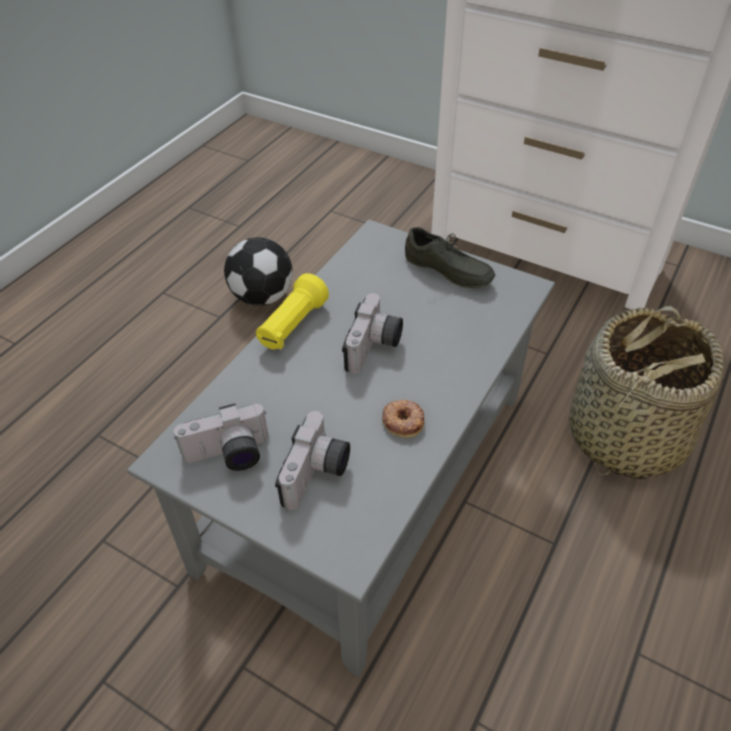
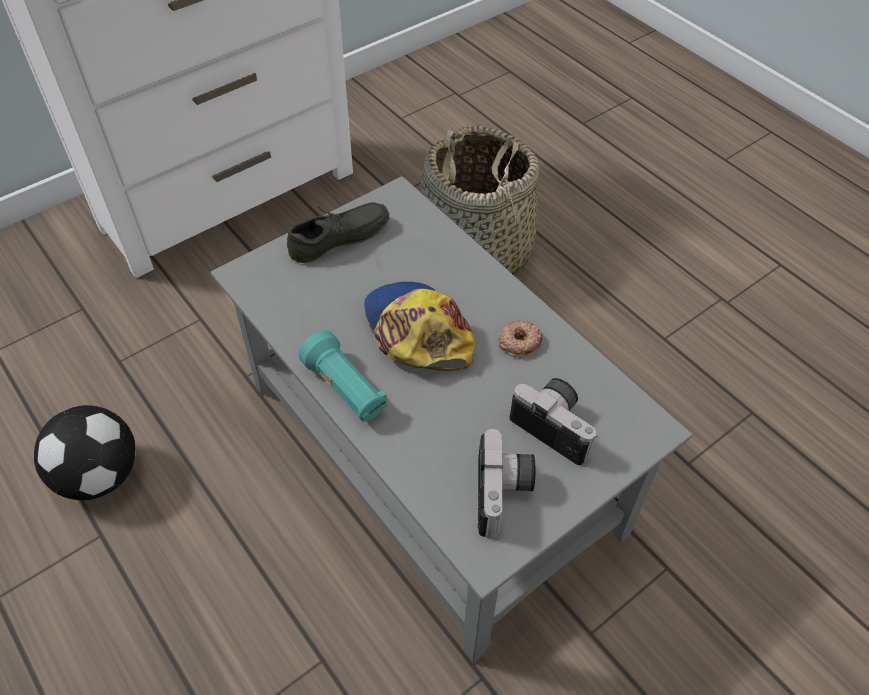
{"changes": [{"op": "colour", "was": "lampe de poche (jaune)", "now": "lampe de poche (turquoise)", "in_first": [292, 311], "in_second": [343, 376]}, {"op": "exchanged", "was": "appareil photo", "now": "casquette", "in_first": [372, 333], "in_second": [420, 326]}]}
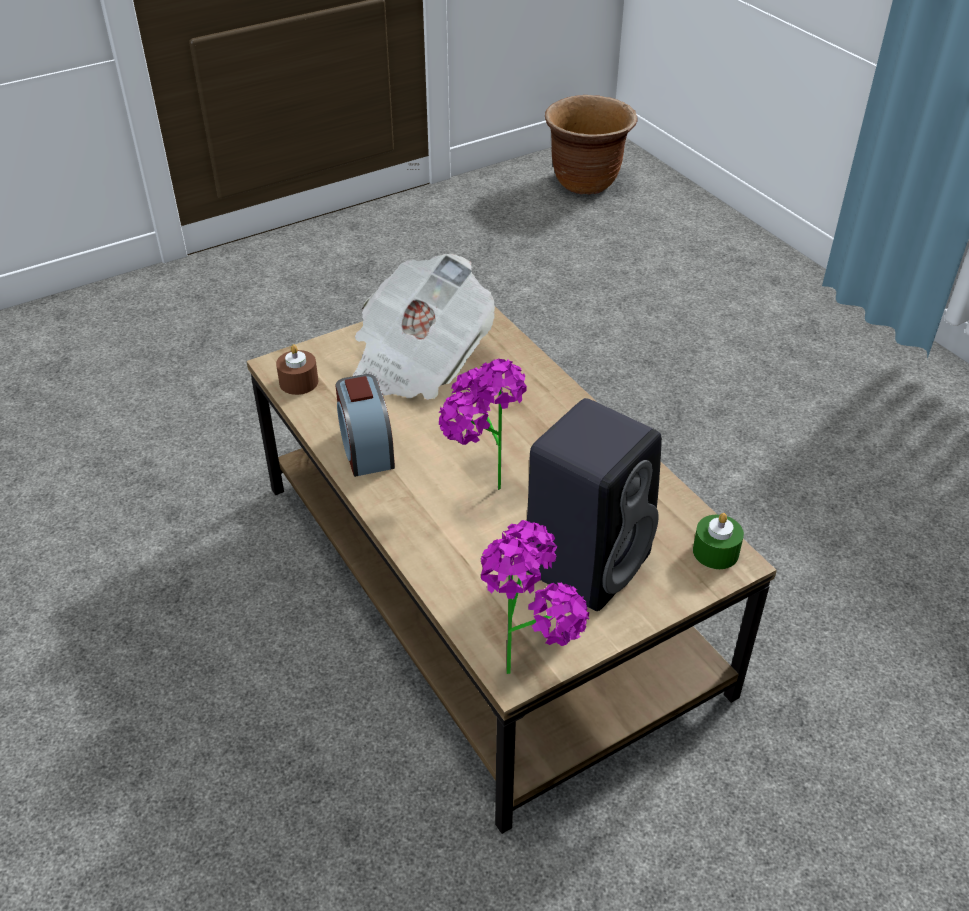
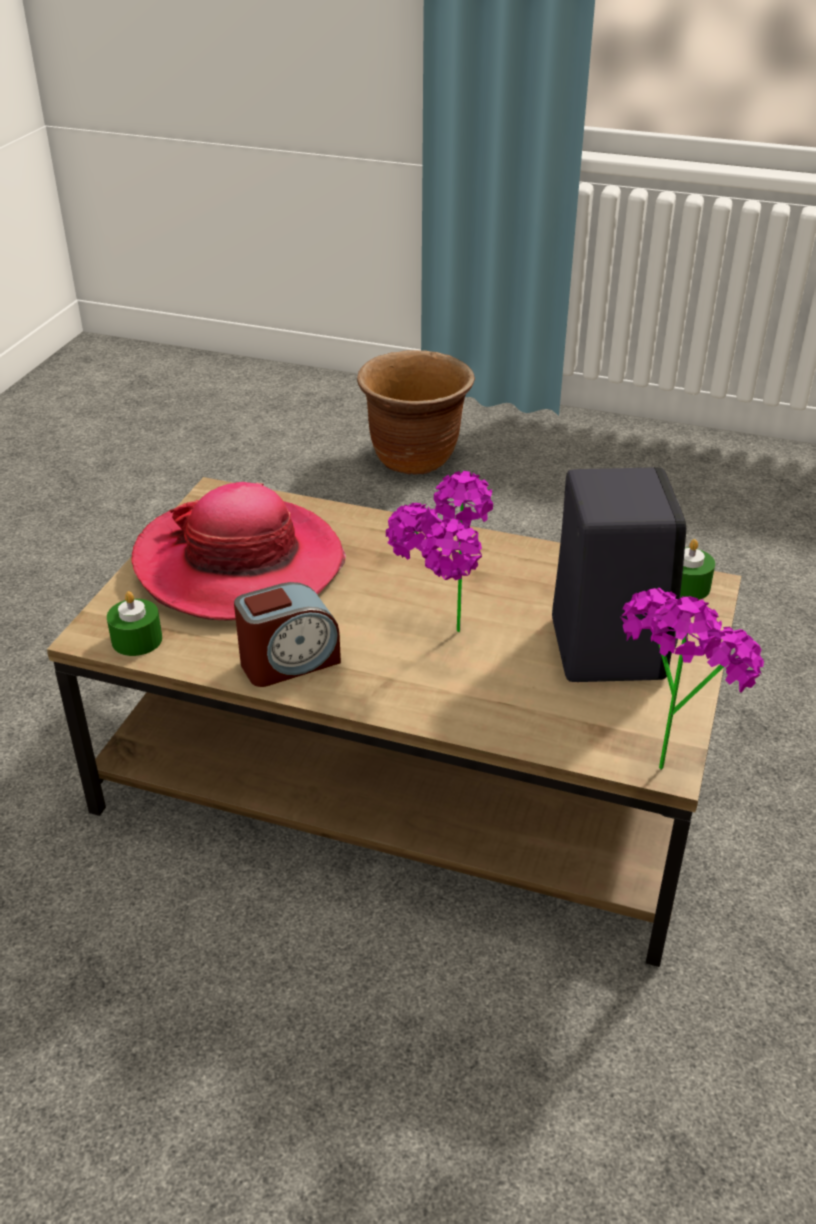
{"changes": [{"op": "relocated", "was": "cache-pot (marron)", "in_first": [591, 144], "in_second": [416, 412]}, {"op": "exchanged", "was": "journal", "now": "chapeau", "in_first": [424, 327], "in_second": [238, 551]}, {"op": "colour", "was": "bougie (marron)", "now": "bougie (vert)", "in_first": [297, 369], "in_second": [134, 623]}, {"op": "spun", "was": "réveil", "in_first": [365, 425], "in_second": [287, 634], "clockwise": -60}]}
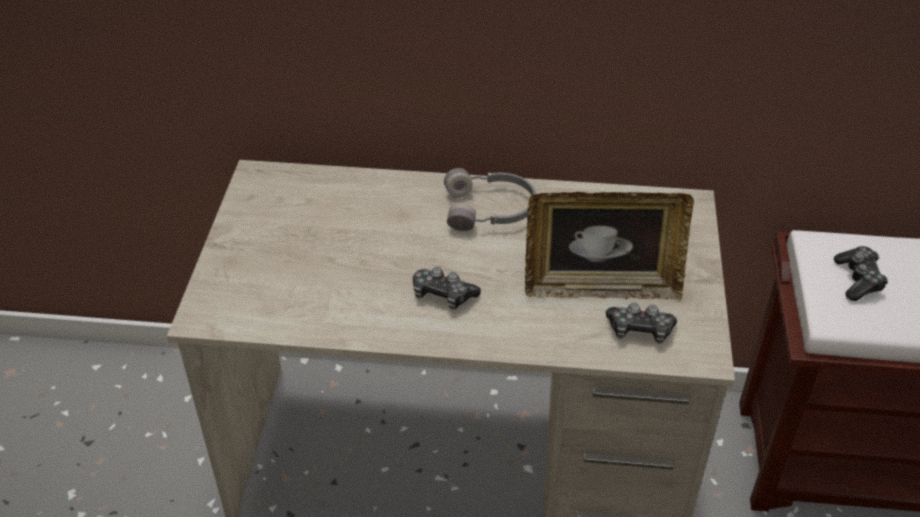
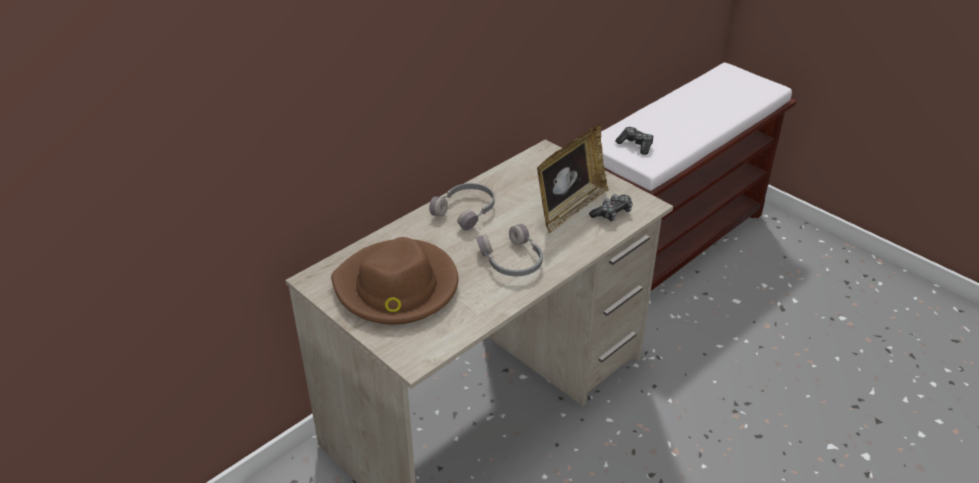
{"changes": [{"op": "exchanged", "was": "manette", "now": "casque audio (gris)", "in_first": [447, 288], "in_second": [509, 250]}, {"op": "appeared", "now": "chapeau (marron)", "in_second": [394, 281]}]}
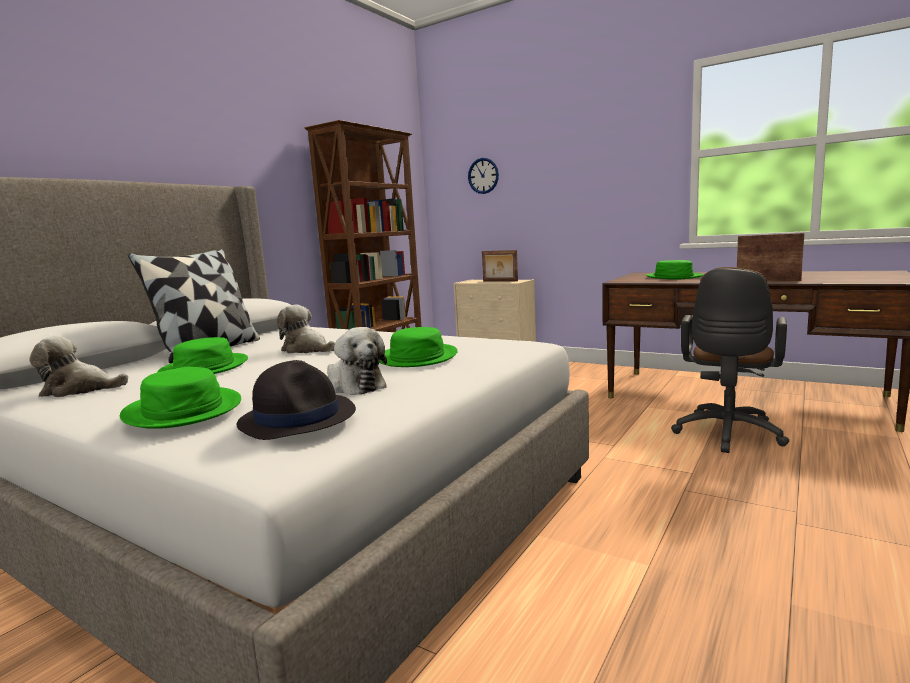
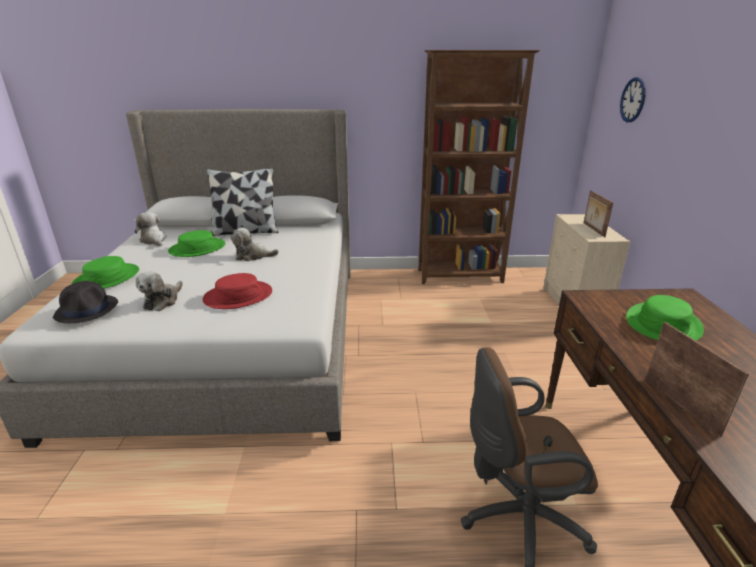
{"changes": [{"op": "spun", "was": "peluche", "in_first": [305, 329], "in_second": [255, 244], "clockwise": -90}, {"op": "colour", "was": "chapeau (vert)", "now": "chapeau (rouge)", "in_first": [418, 347], "in_second": [237, 291]}]}
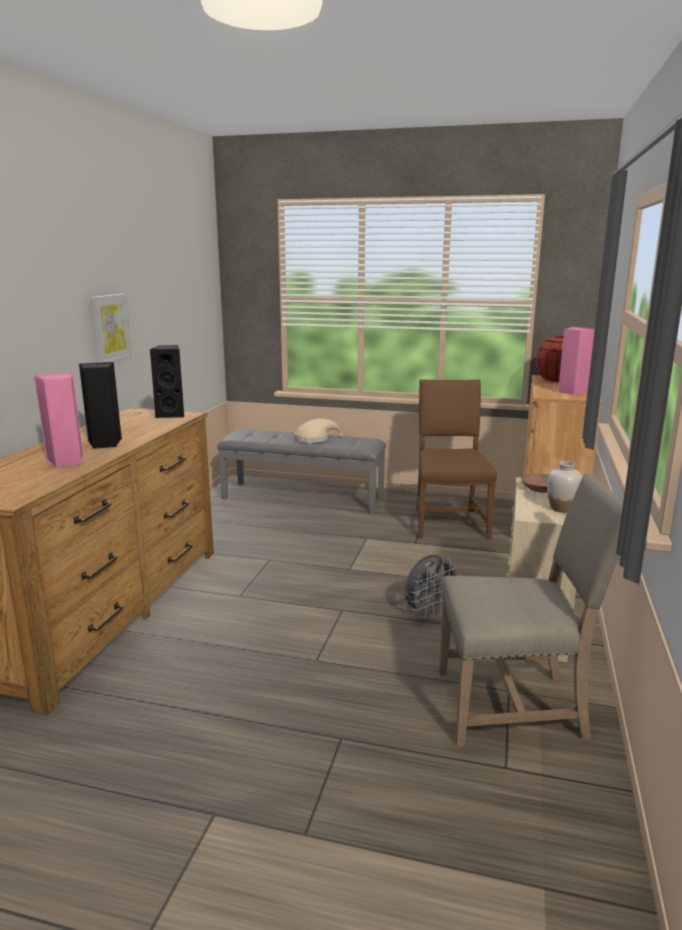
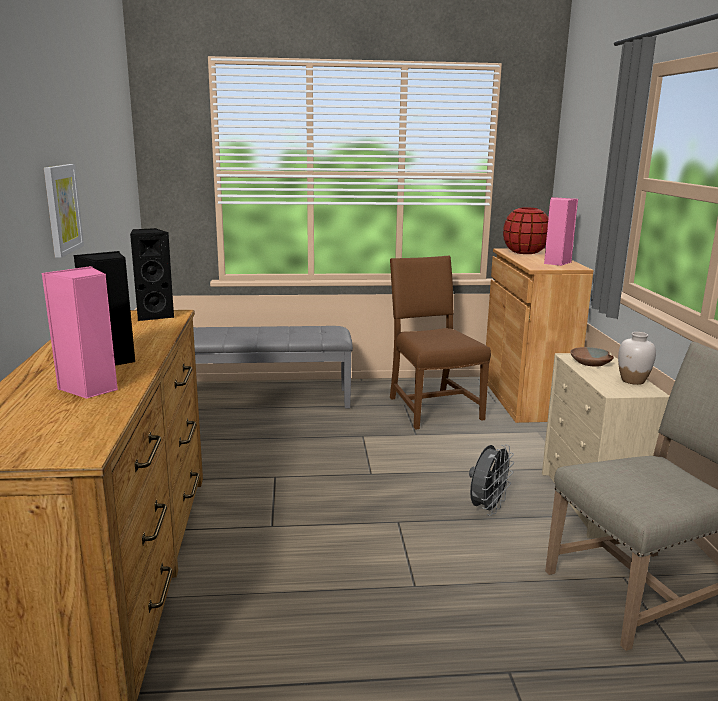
{"changes": [{"op": "missing", "was": "chapeau (beige)", "in_first": [319, 431]}]}
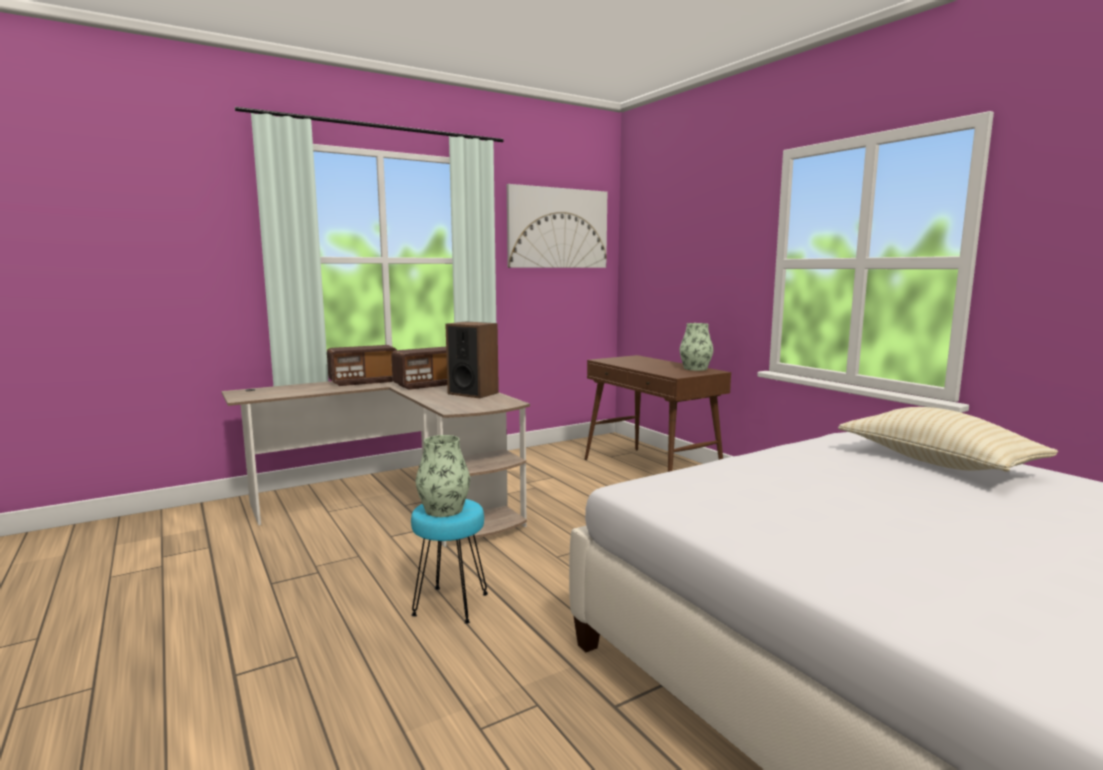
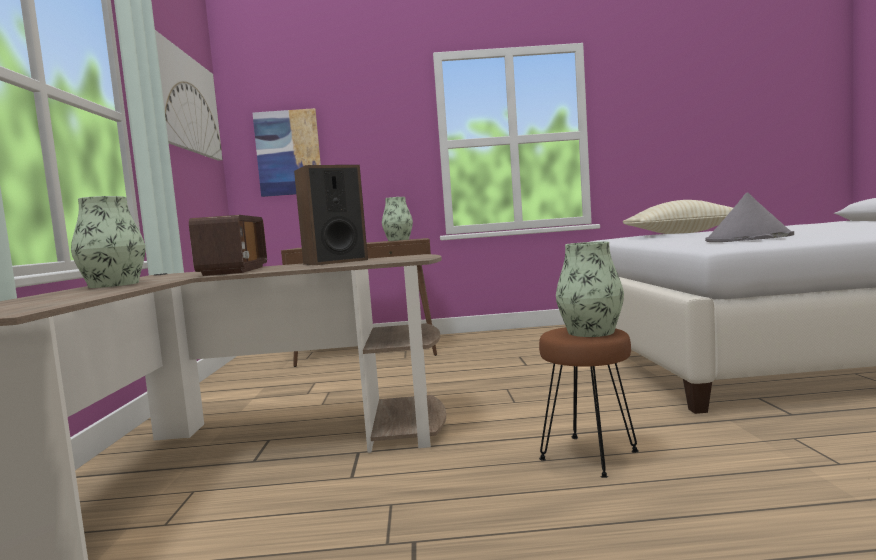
{"changes": [{"op": "exchanged", "was": "radio", "now": "vase", "in_first": [362, 365], "in_second": [108, 242]}, {"op": "colour", "was": "tabouret (turquoise)", "now": "tabouret (marron)", "in_first": [449, 561], "in_second": [589, 402]}, {"op": "appeared", "now": "tableau", "in_second": [287, 152]}, {"op": "appeared", "now": "chapeau (gris)", "in_second": [749, 217]}]}
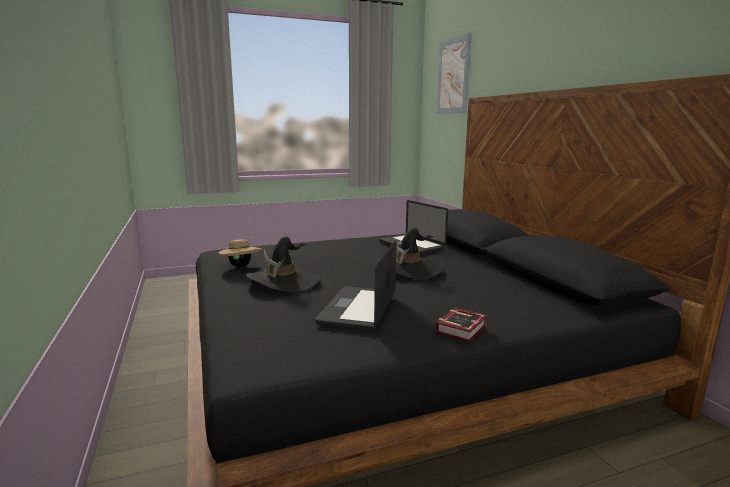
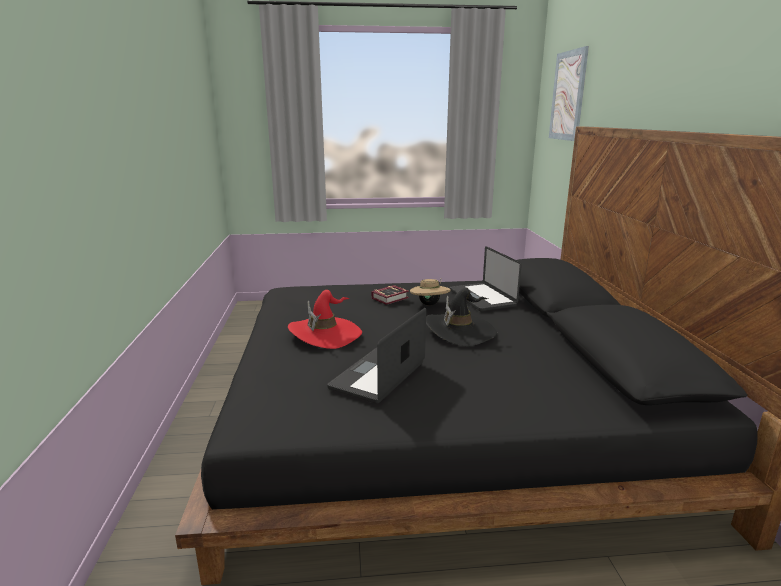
{"changes": [{"op": "colour", "was": "chapeau (noir)", "now": "chapeau (rouge)", "in_first": [283, 264], "in_second": [325, 319]}, {"op": "relocated", "was": "chapeau (beige)", "in_first": [240, 253], "in_second": [430, 292]}, {"op": "relocated", "was": "livre", "in_first": [461, 325], "in_second": [390, 295]}]}
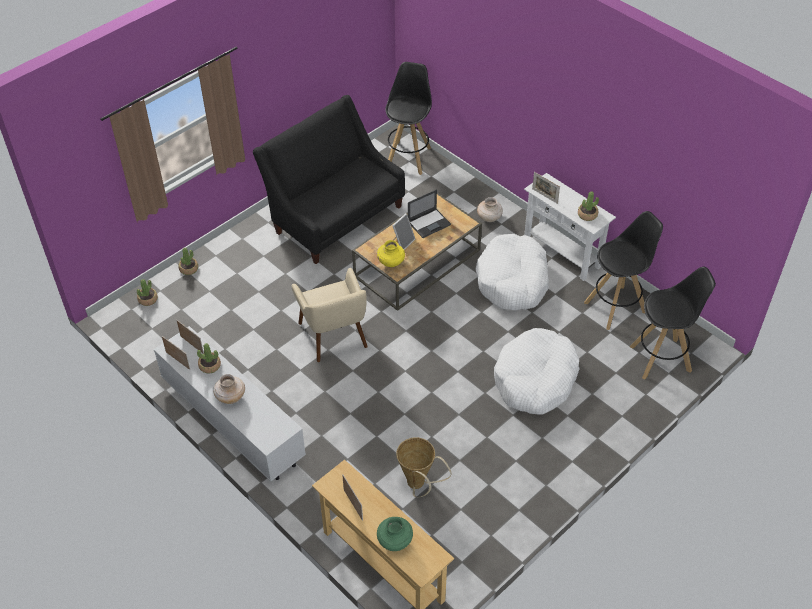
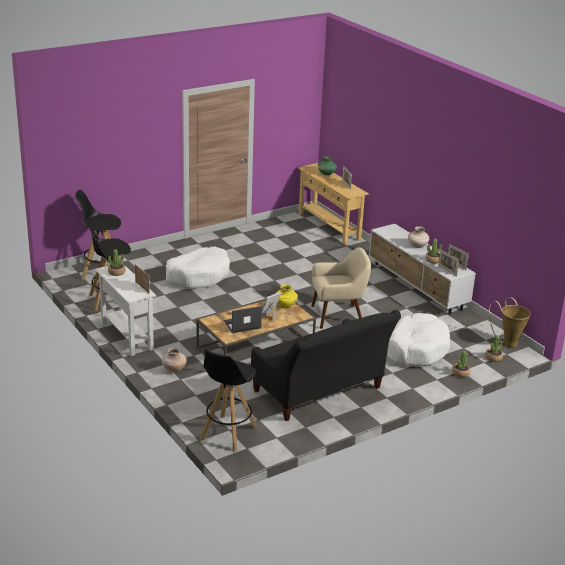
{"changes": [{"op": "relocated", "was": "panier pour chien (blanc)", "in_first": [512, 272], "in_second": [418, 340]}, {"op": "spun", "was": "fauteuil (beige)", "in_first": [330, 315], "in_second": [341, 288], "clockwise": 90}, {"op": "relocated", "was": "panier", "in_first": [424, 467], "in_second": [509, 322]}]}
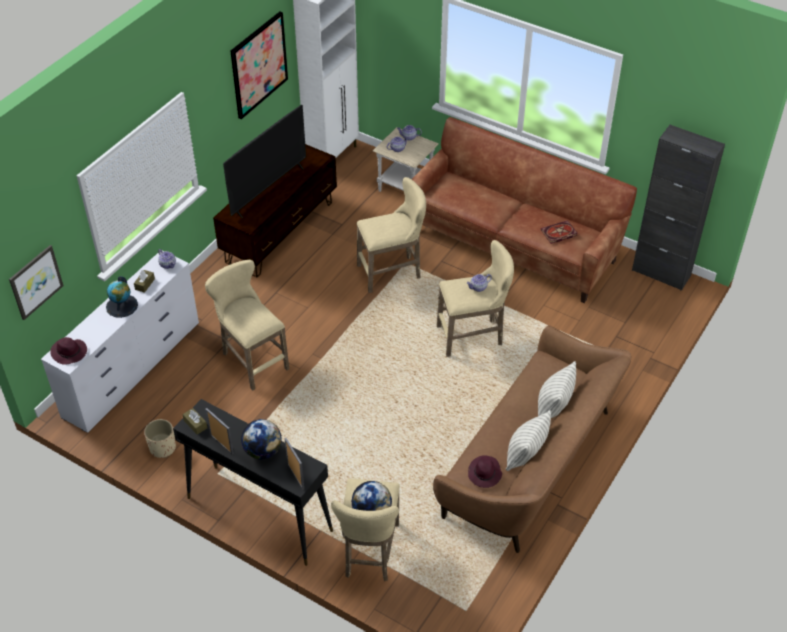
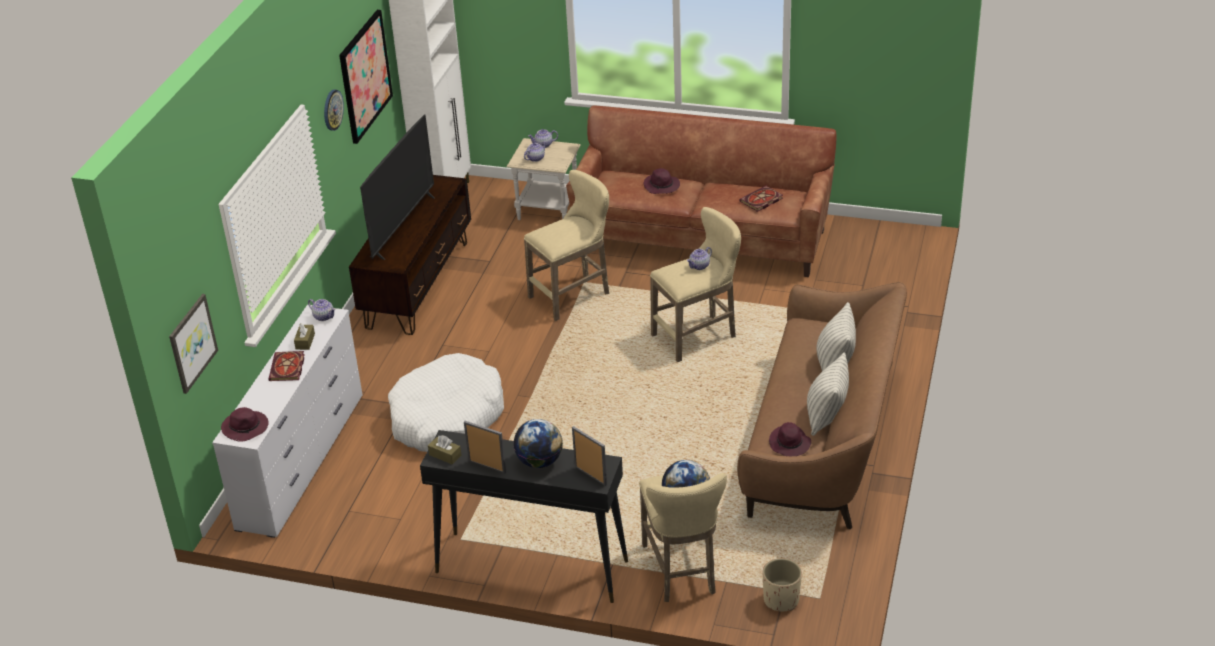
{"changes": [{"op": "missing", "was": "meuble de rangement (noir)", "in_first": [678, 208]}, {"op": "exchanged", "was": "tabouret (beige)", "now": "panier pour chien (blanc)", "in_first": [247, 325], "in_second": [446, 402]}, {"op": "exchanged", "was": "globe", "now": "livre", "in_first": [122, 297], "in_second": [286, 366]}, {"op": "relocated", "was": "cache-pot (beige)", "in_first": [160, 438], "in_second": [782, 585]}, {"op": "appeared", "now": "horloge murale", "in_second": [334, 110]}, {"op": "appeared", "now": "chapeau (violet)", "in_second": [662, 181]}]}
